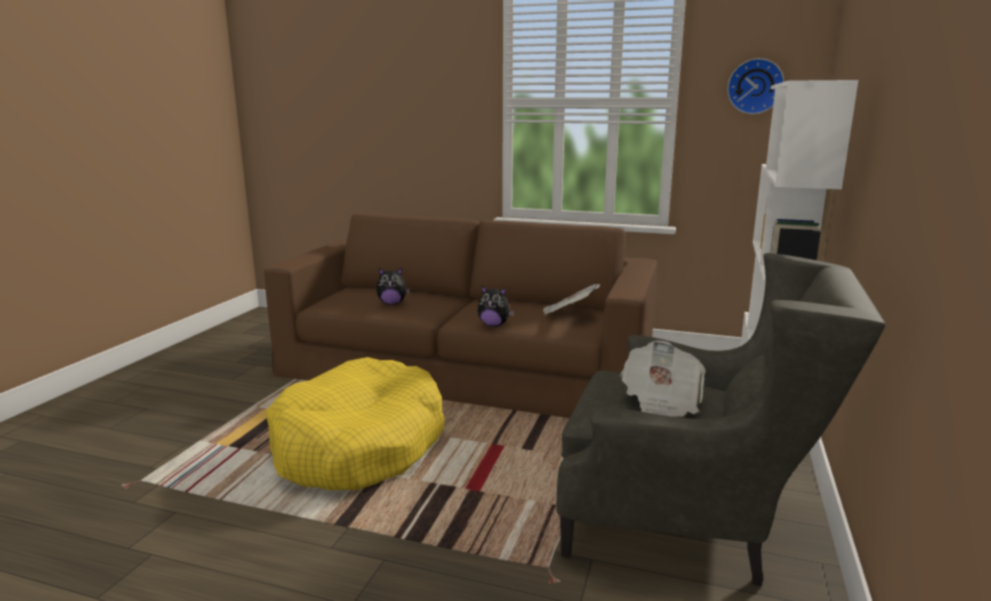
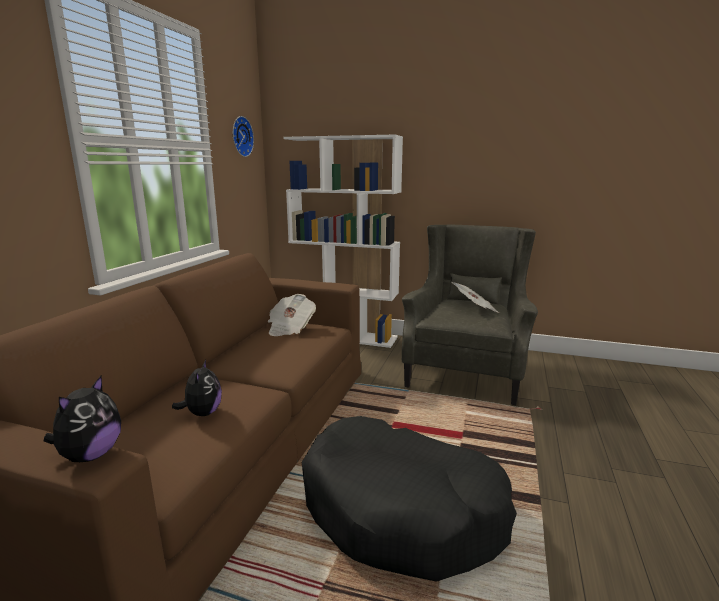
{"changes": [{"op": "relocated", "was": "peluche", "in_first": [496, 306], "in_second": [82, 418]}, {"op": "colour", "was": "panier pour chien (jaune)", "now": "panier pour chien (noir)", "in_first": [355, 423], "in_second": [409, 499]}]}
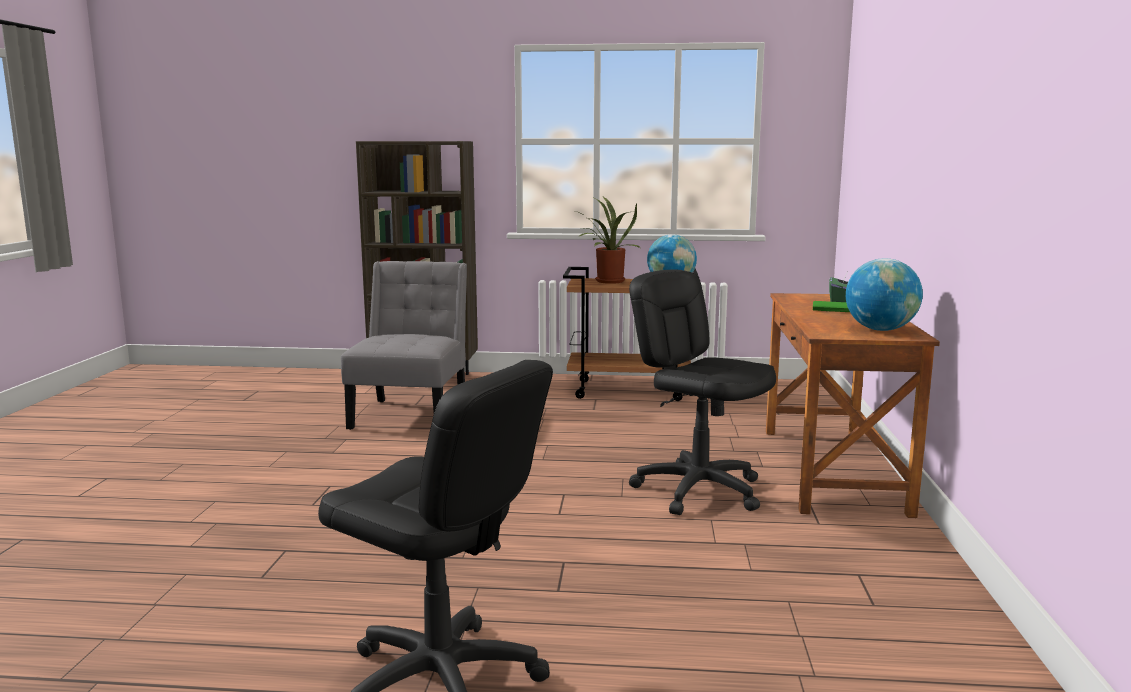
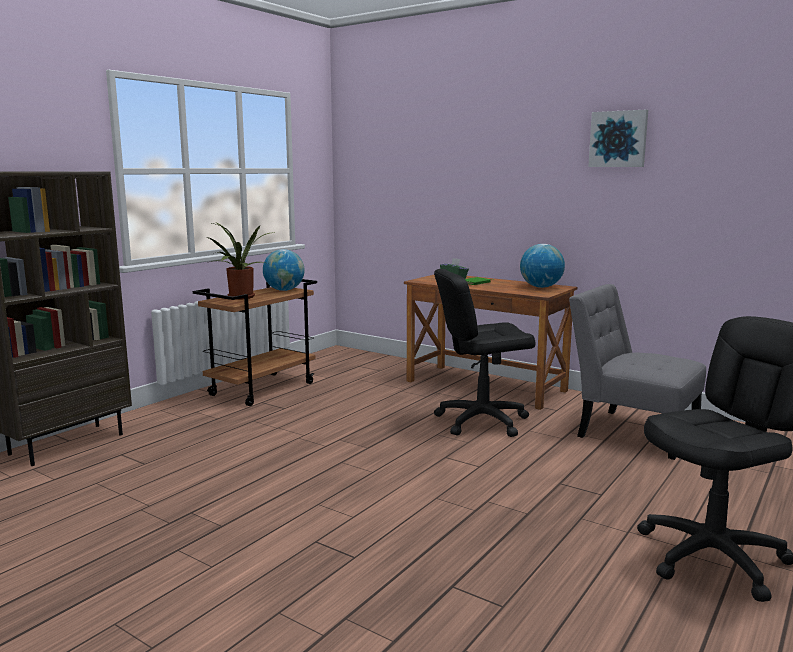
{"changes": [{"op": "relocated", "was": "chaise (gris)", "in_first": [404, 345], "in_second": [637, 372]}, {"op": "appeared", "now": "tableau", "in_second": [618, 138]}]}
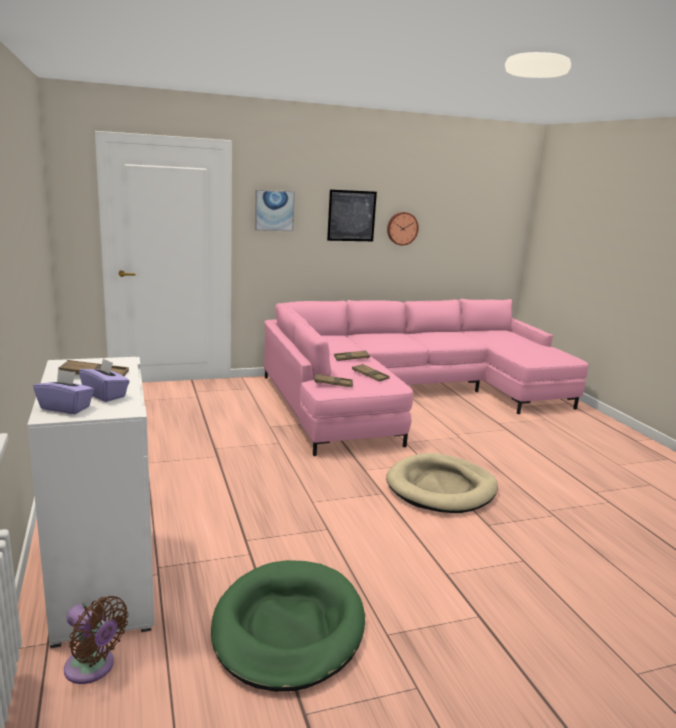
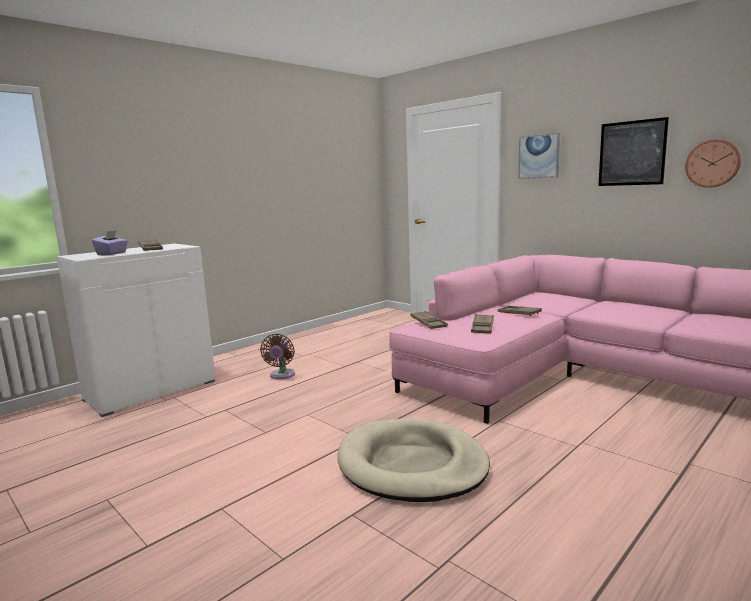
{"changes": [{"op": "missing", "was": "boîte à mouchoirs (violet)", "in_first": [63, 391]}, {"op": "missing", "was": "panier pour chien (vert)", "in_first": [288, 626]}, {"op": "relocated", "was": "ventilateur (marron)", "in_first": [96, 640], "in_second": [277, 356]}]}
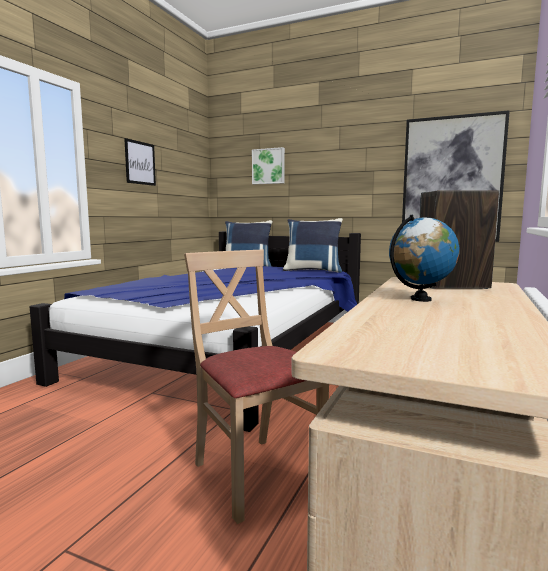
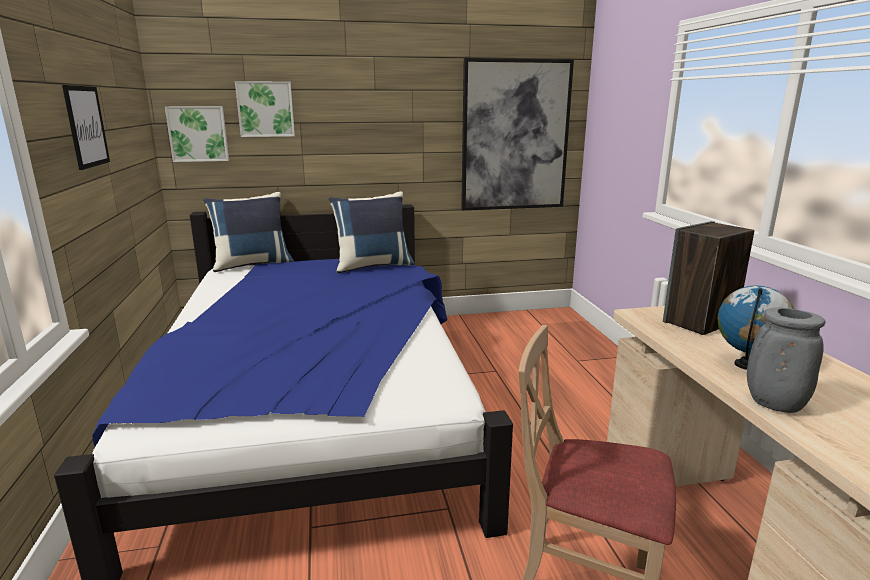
{"changes": [{"op": "appeared", "now": "tableau", "in_second": [197, 134]}, {"op": "appeared", "now": "vase (gris)", "in_second": [786, 360]}]}
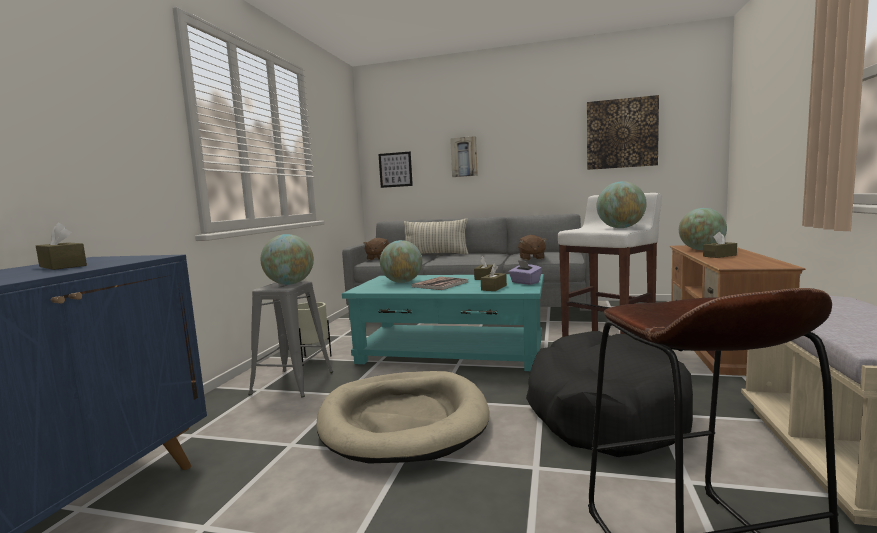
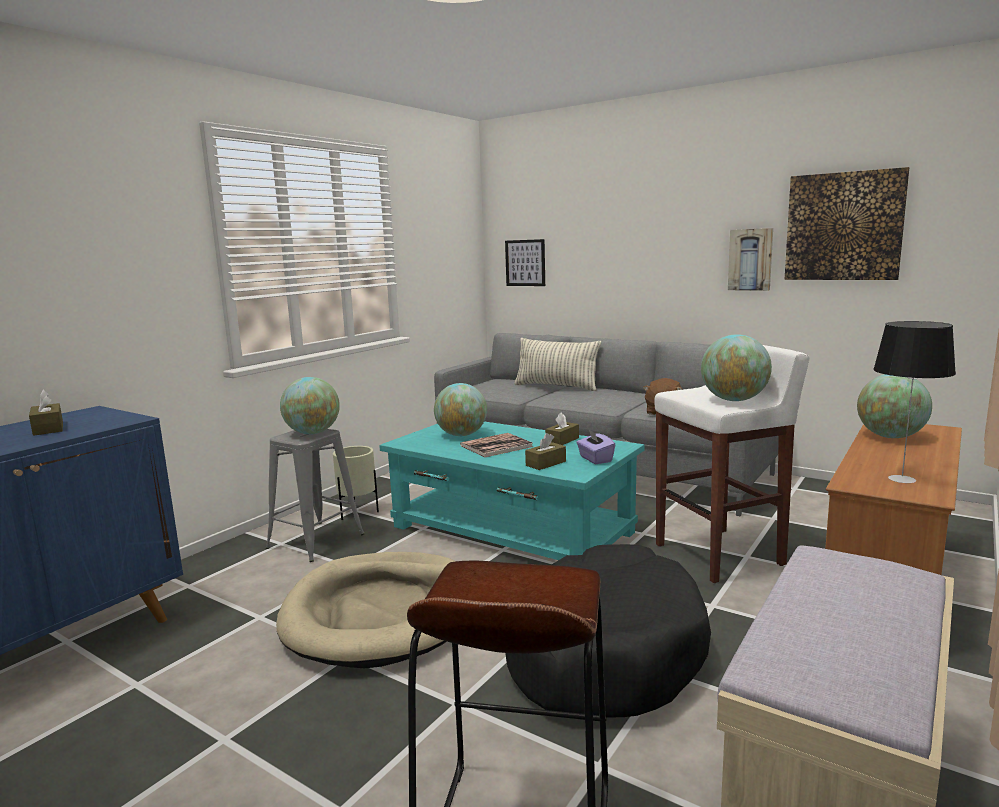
{"changes": [{"op": "relocated", "was": "tableau", "in_first": [464, 156], "in_second": [750, 259]}, {"op": "missing", "was": "boîte à mouchoirs (marron)", "in_first": [720, 245]}, {"op": "missing", "was": "peluche (marron)", "in_first": [376, 249]}, {"op": "appeared", "now": "lampe de table", "in_second": [914, 402]}]}
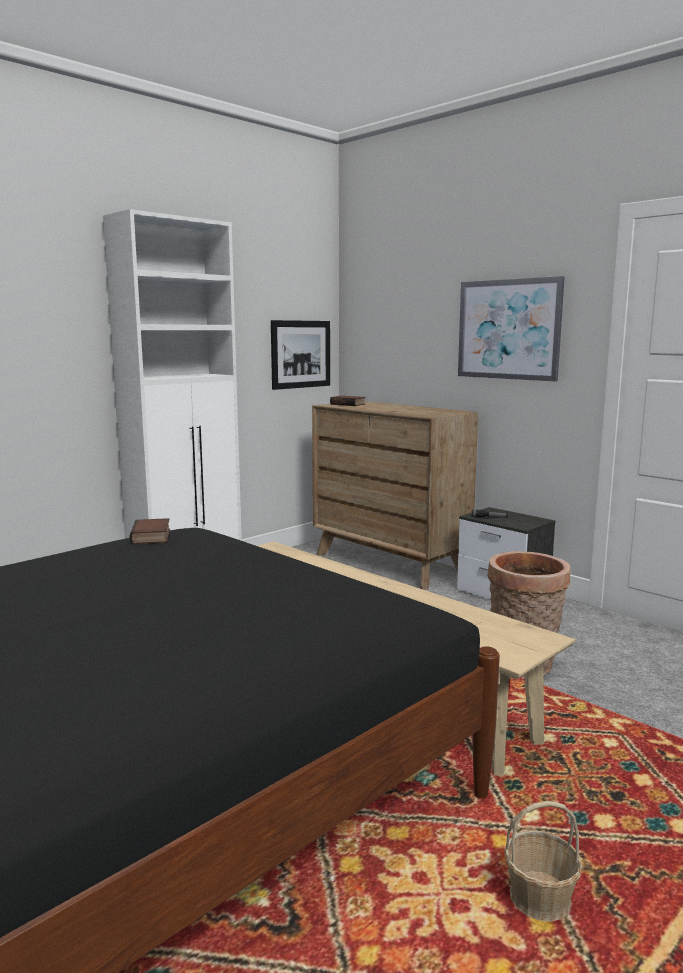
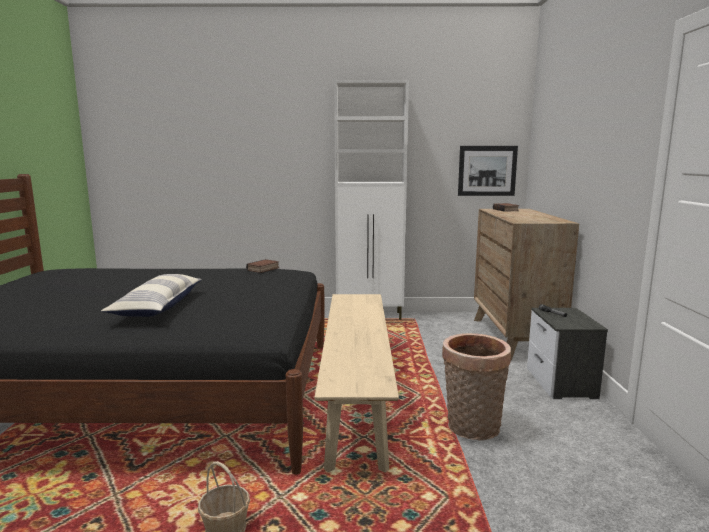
{"changes": [{"op": "missing", "was": "tableau", "in_first": [511, 329]}, {"op": "appeared", "now": "coussin", "in_second": [151, 295]}]}
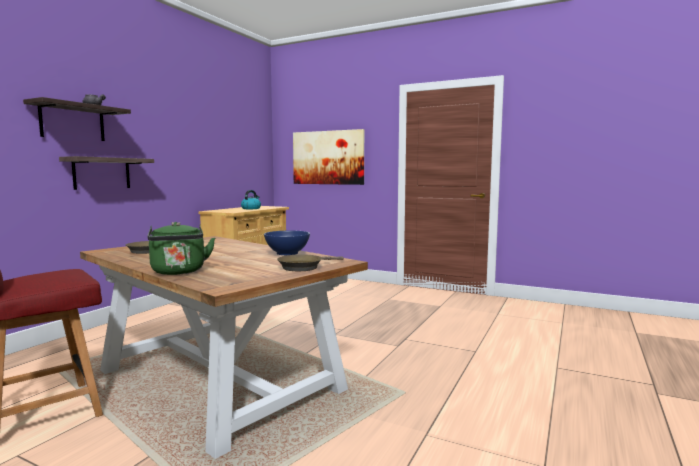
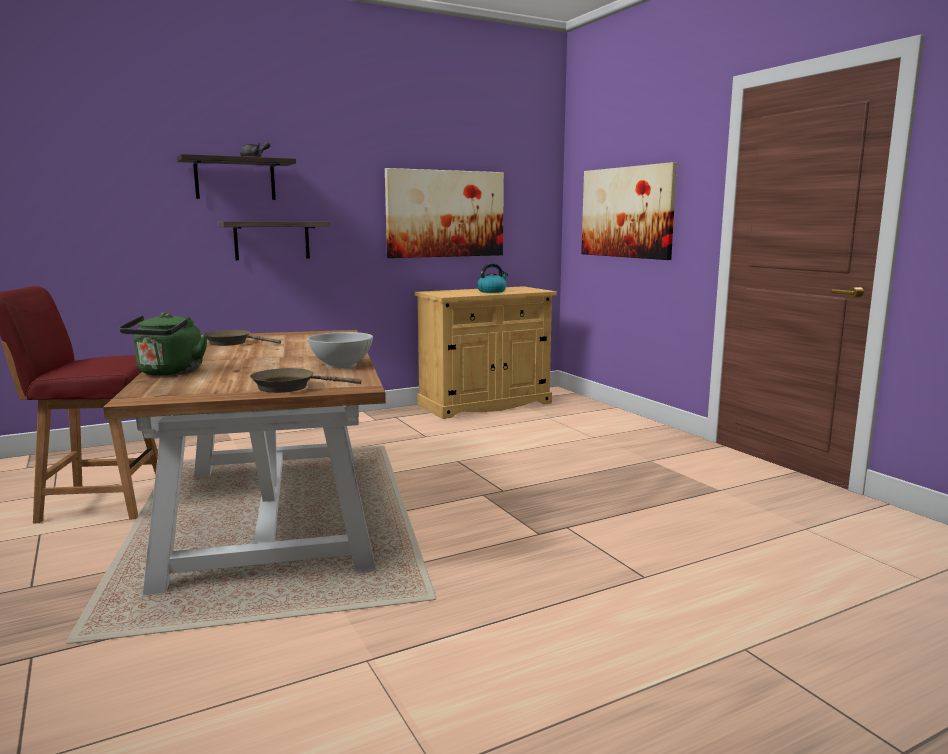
{"changes": [{"op": "colour", "was": "bol (bleu)", "now": "bol (blanc)", "in_first": [287, 242], "in_second": [340, 350]}, {"op": "appeared", "now": "tableau", "in_second": [444, 213]}]}
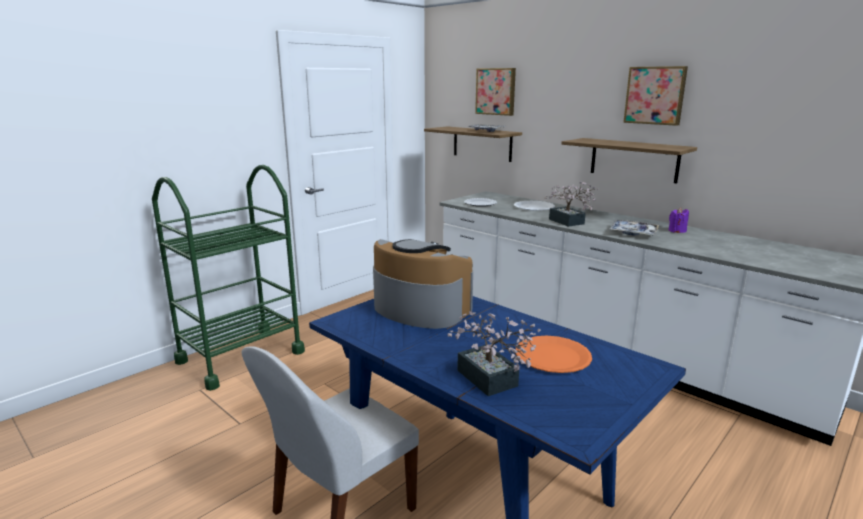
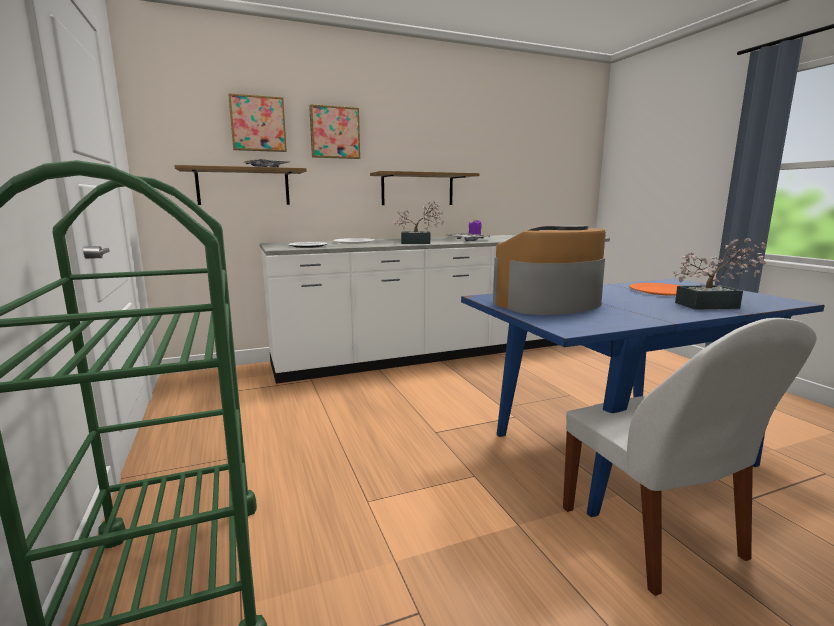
{"changes": [{"op": "relocated", "was": "tableau", "in_first": [655, 96], "in_second": [334, 131]}]}
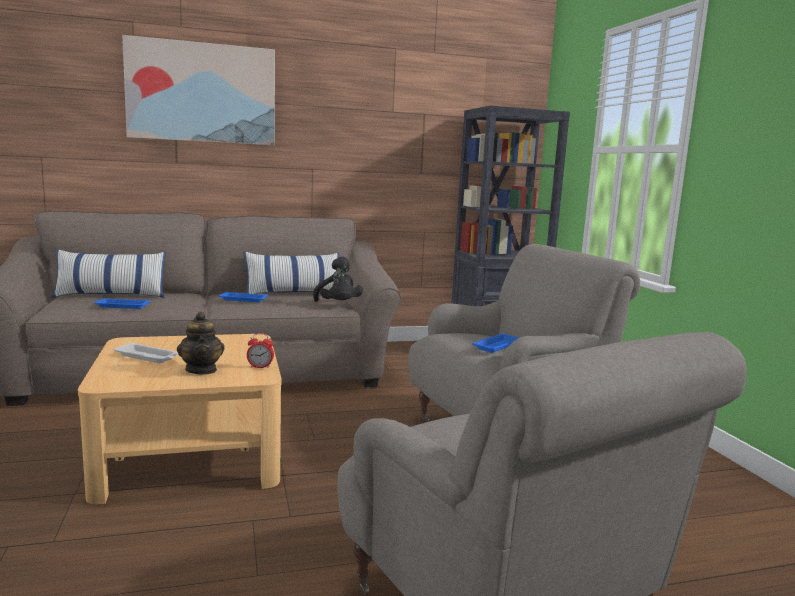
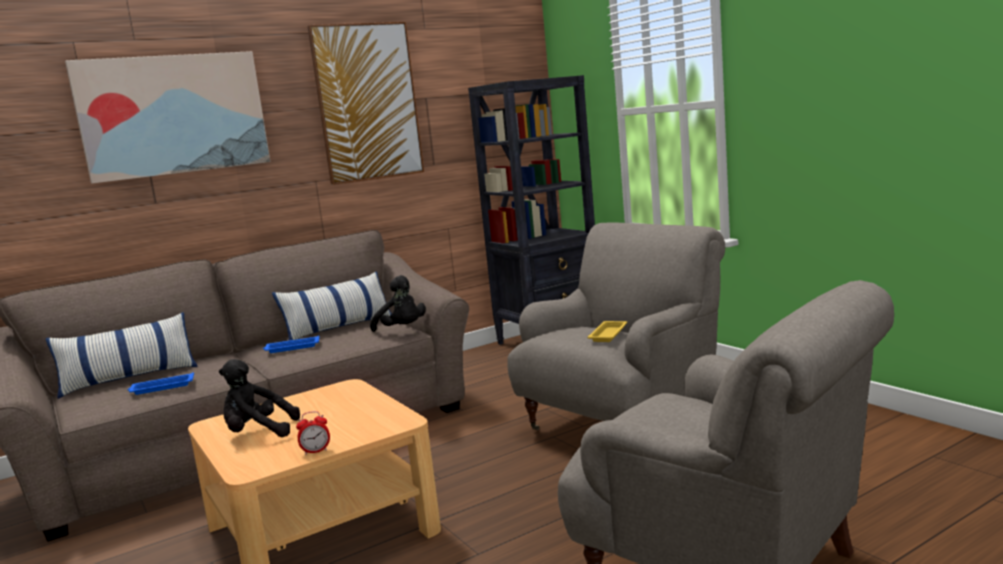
{"changes": [{"op": "missing", "was": "théière", "in_first": [201, 343]}, {"op": "relocated", "was": "réveil", "in_first": [260, 351], "in_second": [313, 433]}, {"op": "colour", "was": "plateau (bleu)", "now": "plateau (jaune)", "in_first": [495, 343], "in_second": [607, 331]}, {"op": "exchanged", "was": "plateau (blanc)", "now": "peluche (noir)", "in_first": [146, 353], "in_second": [259, 398]}, {"op": "appeared", "now": "tableau", "in_second": [365, 103]}]}
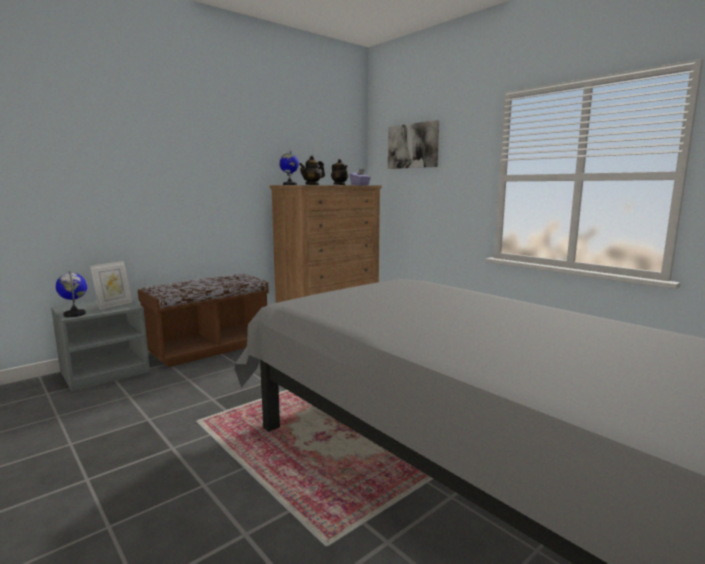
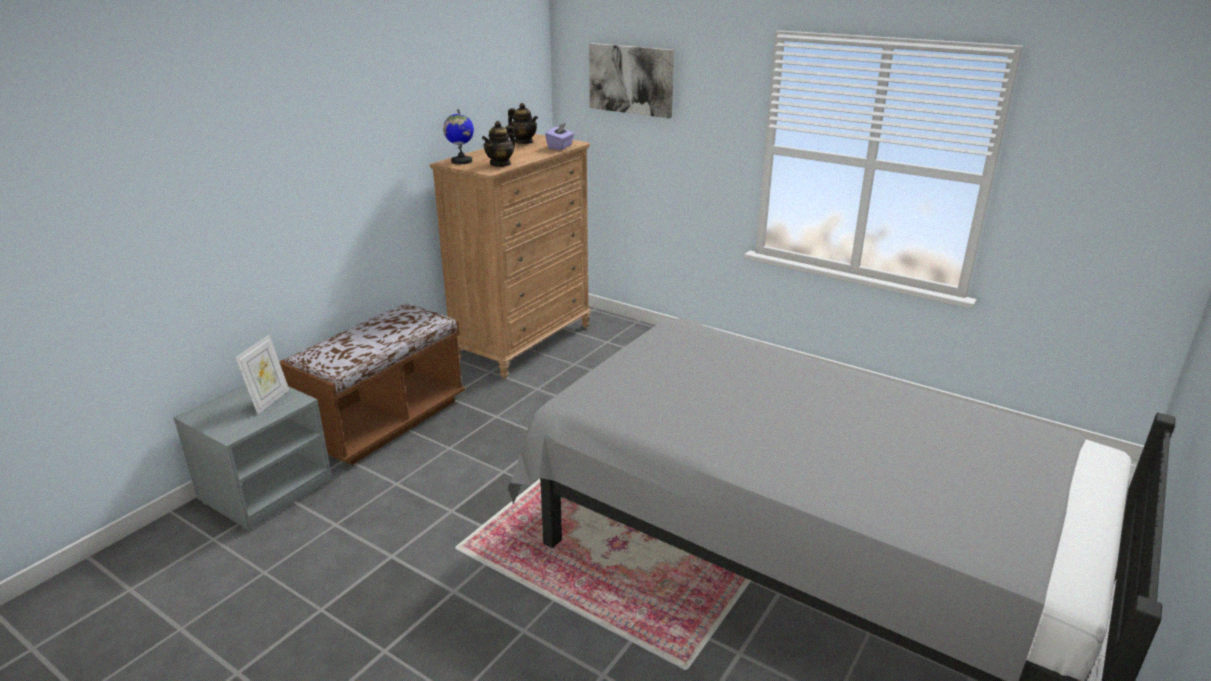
{"changes": [{"op": "missing", "was": "globe", "in_first": [71, 294]}]}
